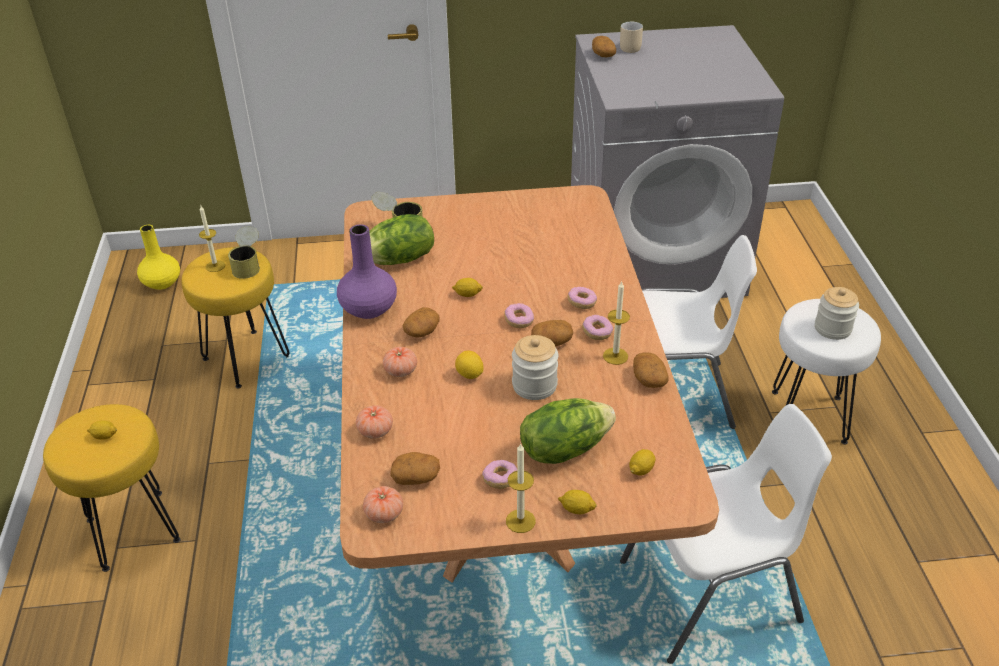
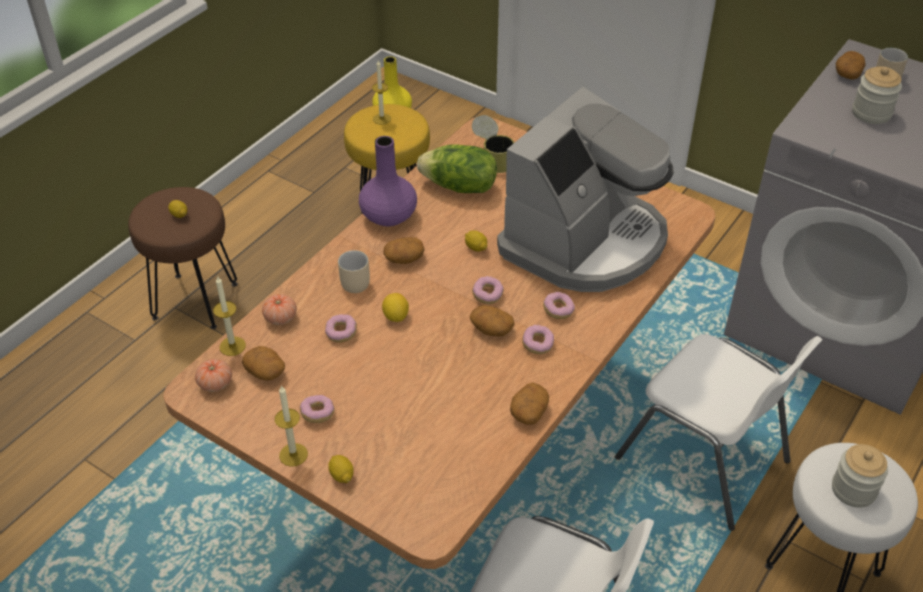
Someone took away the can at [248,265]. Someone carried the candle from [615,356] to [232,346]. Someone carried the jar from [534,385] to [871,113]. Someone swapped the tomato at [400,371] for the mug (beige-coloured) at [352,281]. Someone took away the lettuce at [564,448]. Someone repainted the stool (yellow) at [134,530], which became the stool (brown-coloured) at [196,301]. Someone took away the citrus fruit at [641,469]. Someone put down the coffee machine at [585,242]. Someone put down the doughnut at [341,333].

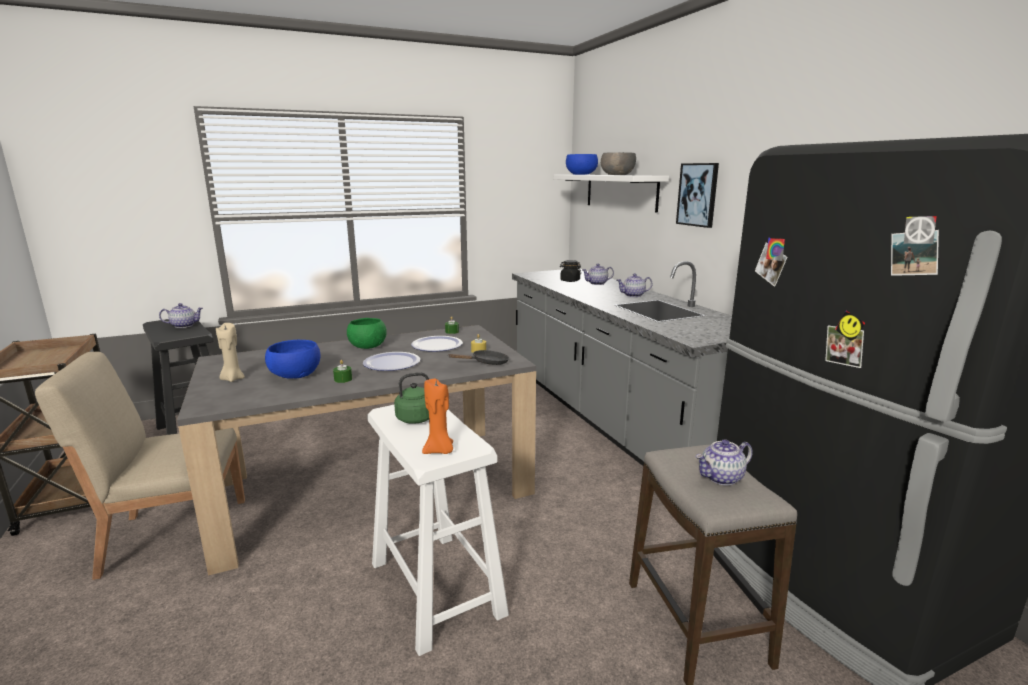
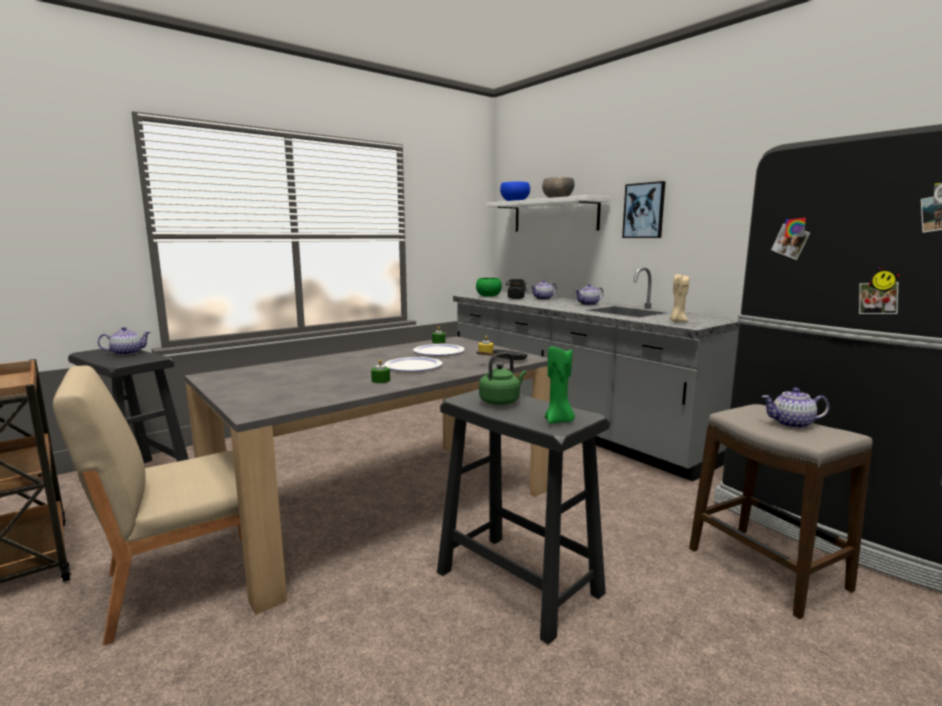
Someone carried the serving bowl (green) from [368,346] to [489,296]. Someone carried the candle (beige-coloured) from [232,379] to [677,321]. Someone took away the serving bowl (blue) at [295,375]. Someone repainted the candle (orange) at [439,451], which became the candle (green) at [558,421]. Someone repainted the stool (white) at [436,589], which became the stool (black-coloured) at [519,583]. Someone rotated the tea pot at [721,478] by 45 degrees clockwise.

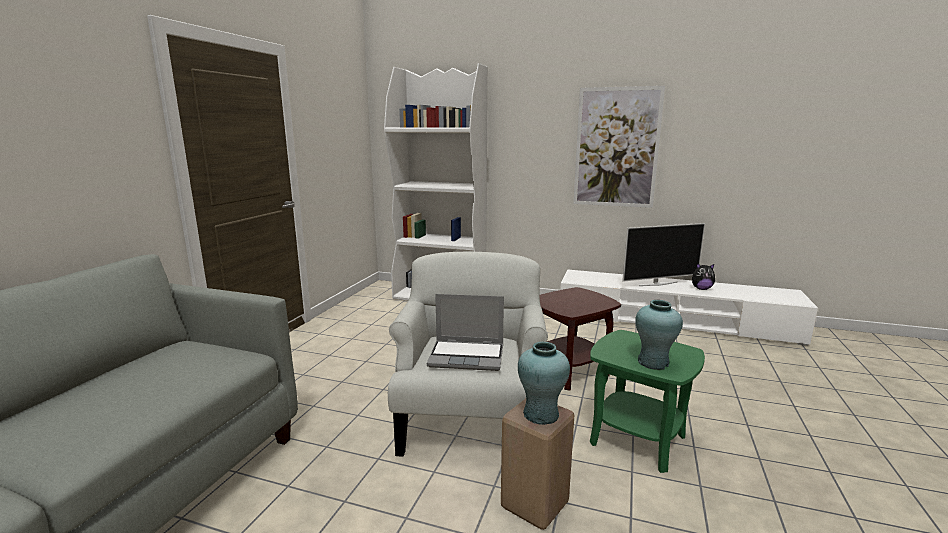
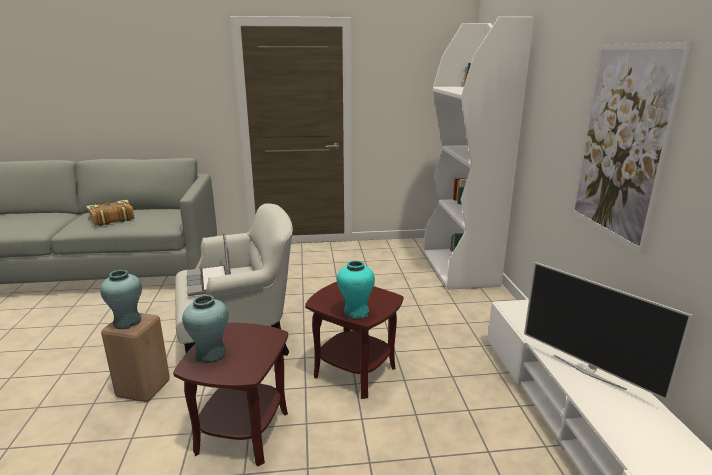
Someone took away the plush toy at [701,289]. Someone repainted the side table (green) at [638,439], which became the side table (brown-coloured) at [243,432]. Someone put down the book at [111,219]. Someone put down the decorative vase (turquoise-coloured) at [356,313].

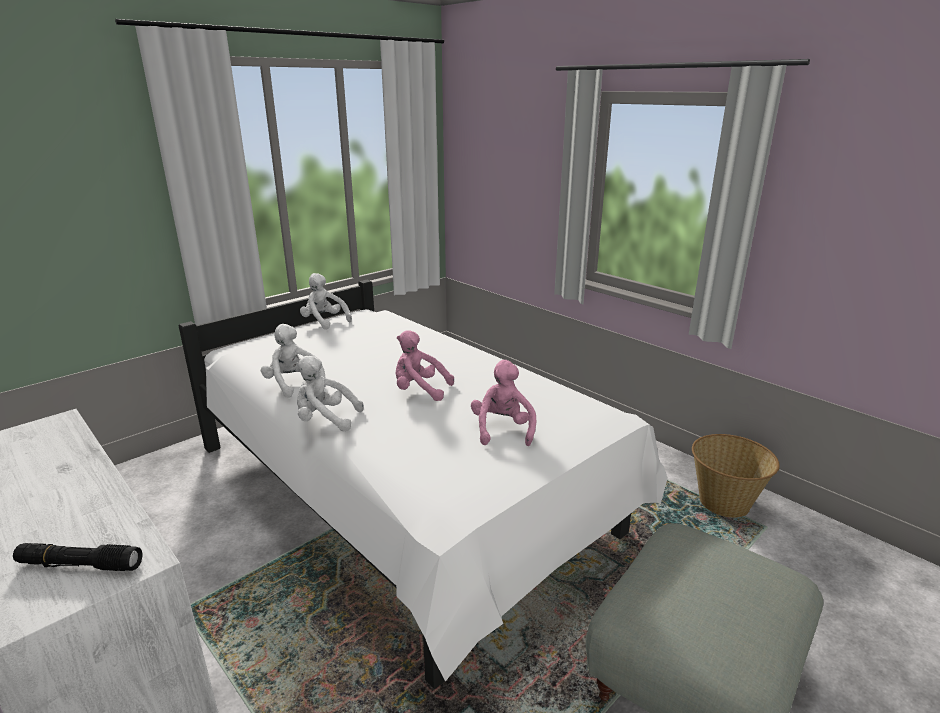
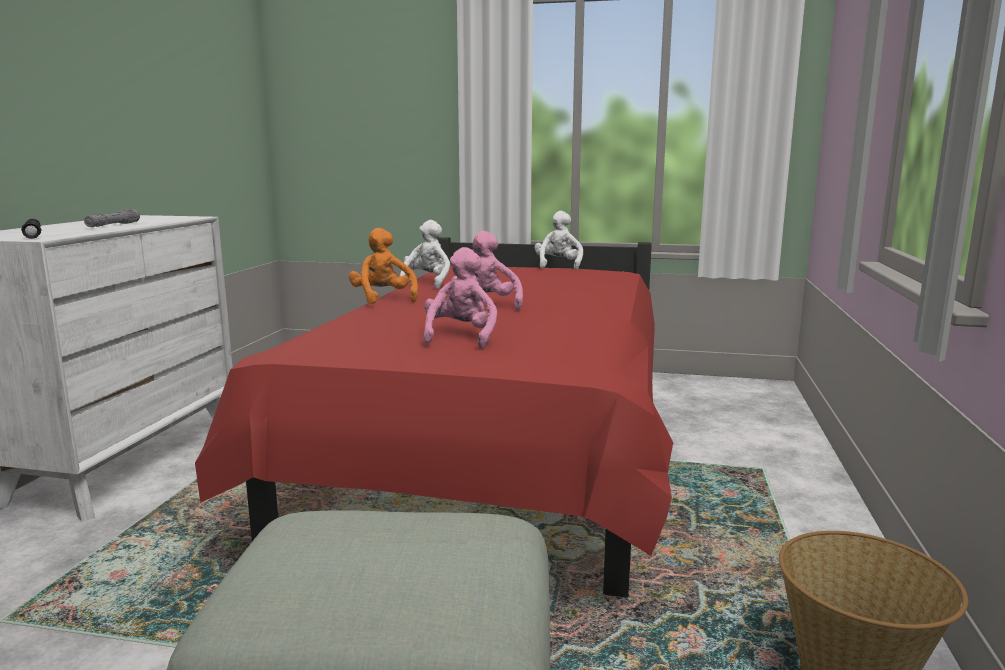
Someone repainted the bedroom bed (white) at [405,494], which became the bedroom bed (red) at [497,450]. Someone repainted the plush toy (white) at [325,420], which became the plush toy (orange) at [383,299]. Someone rotated the plush toy (pink-coloured) at [502,429] by 45 degrees counterclockwise. Someone put down the flashlight (gray) at [113,225].

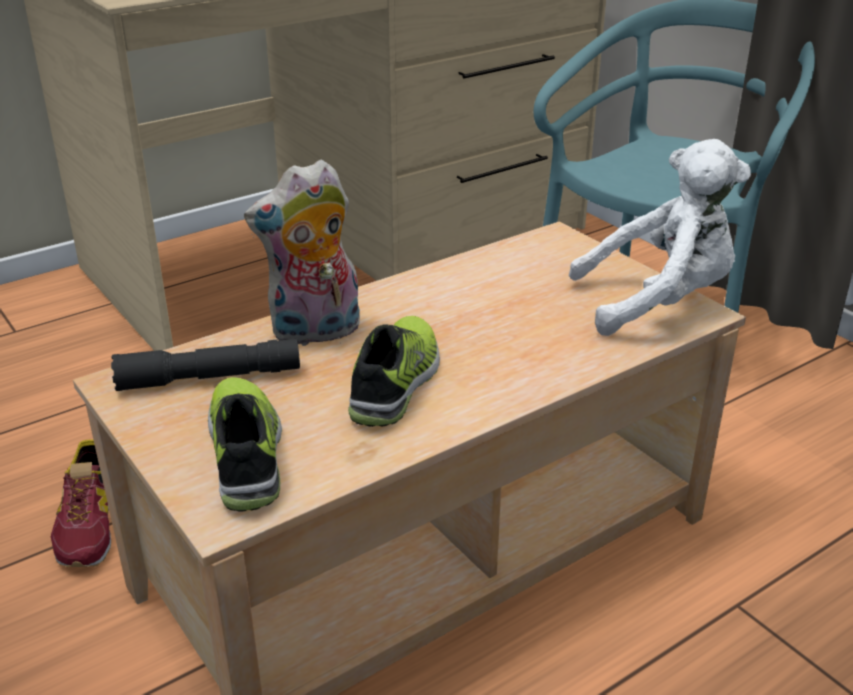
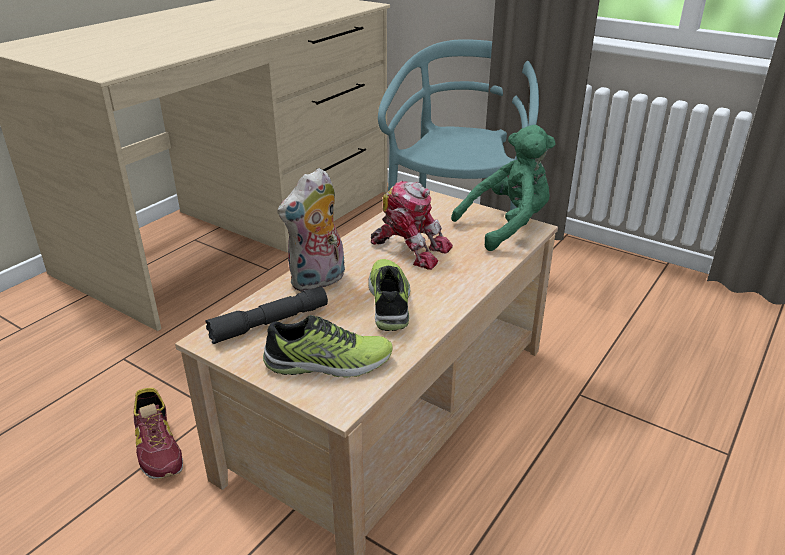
Someone repainted the plush toy (white) at [658,302], which became the plush toy (green) at [507,226]. Someone rotated the item of footwear at [247,453] by 120 degrees clockwise. Someone put down the toy robot at [410,249].

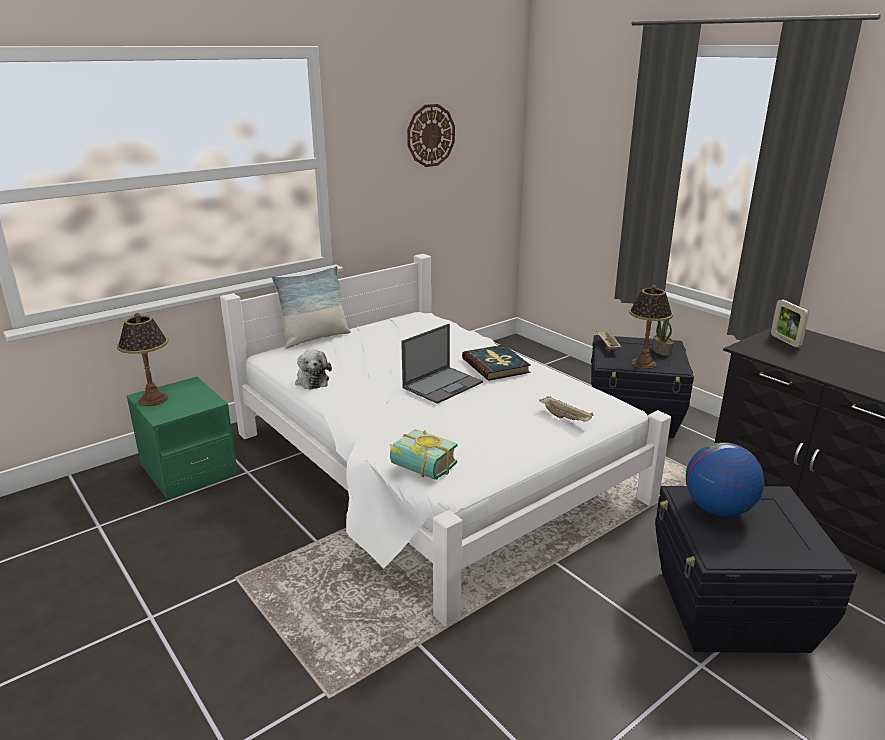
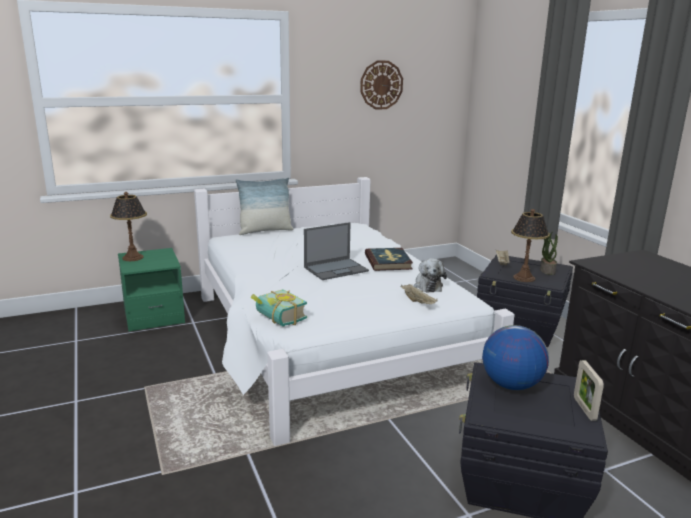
Someone carried the standing frame from [785,341] to [584,409]. Someone carried the plush toy from [312,380] to [427,285].

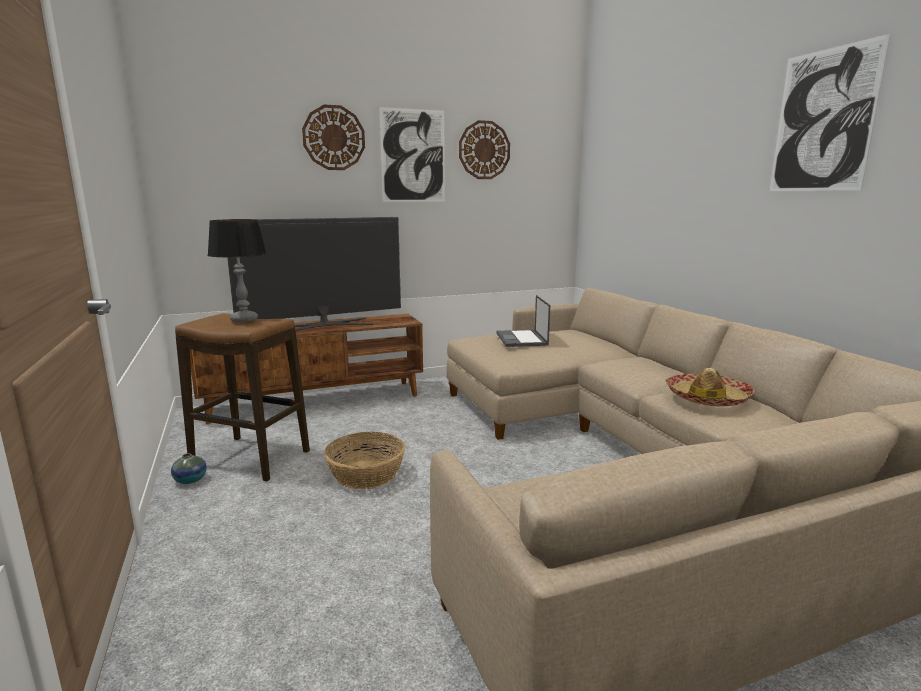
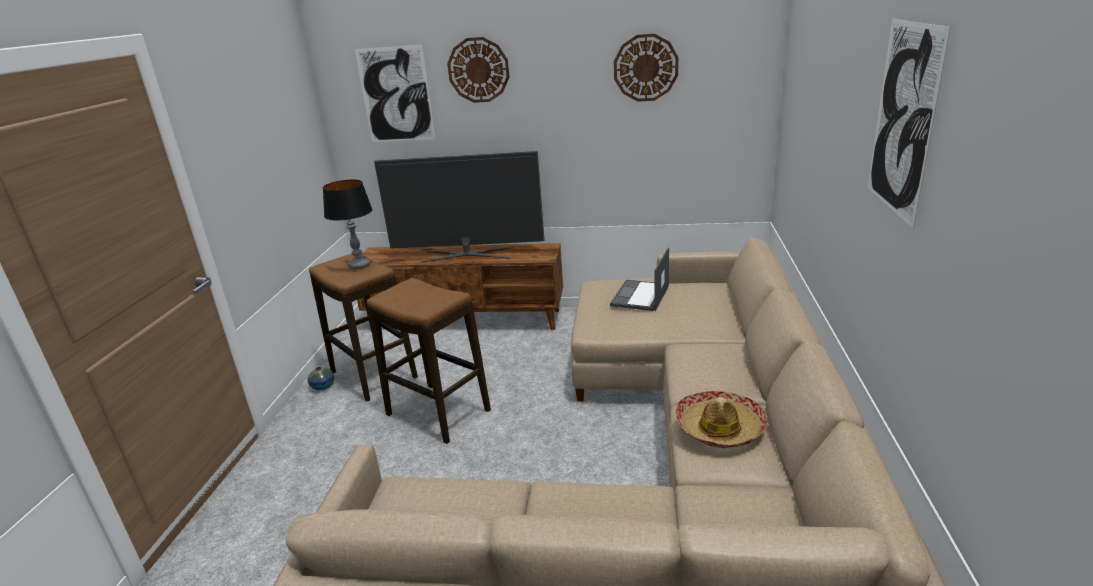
Someone carried the wall picture from [413,156] to [396,95]. Someone swapped the household basket at [365,474] for the stool at [438,413].

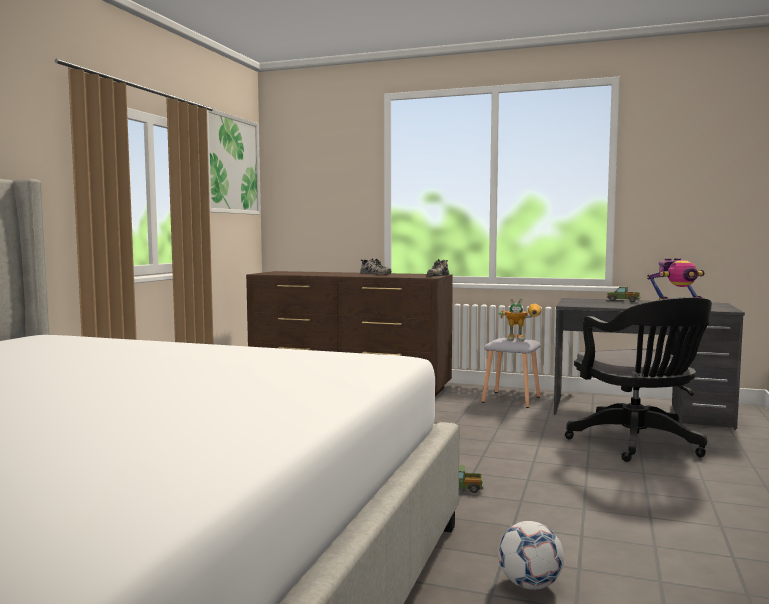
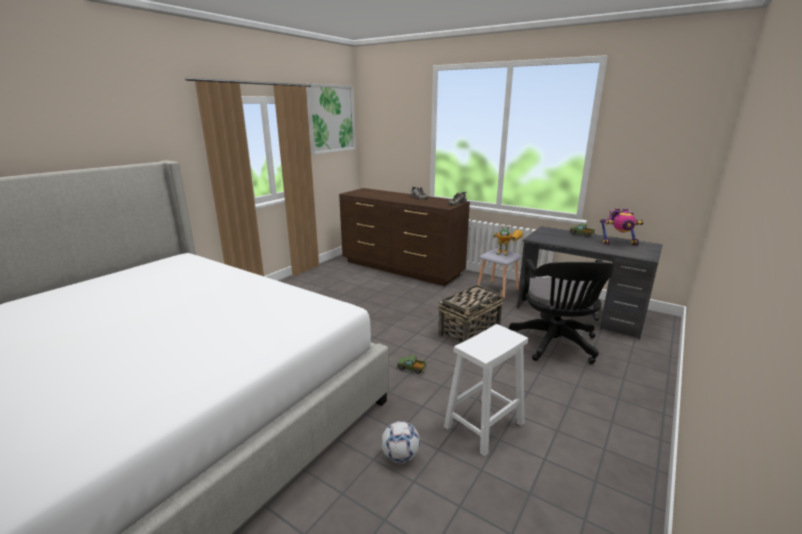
Someone put down the household basket at [470,331]. Someone put down the stool (white) at [483,426].

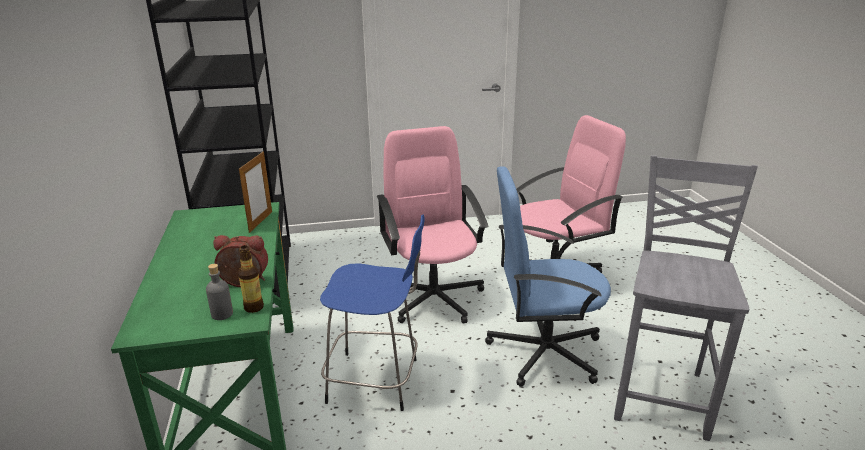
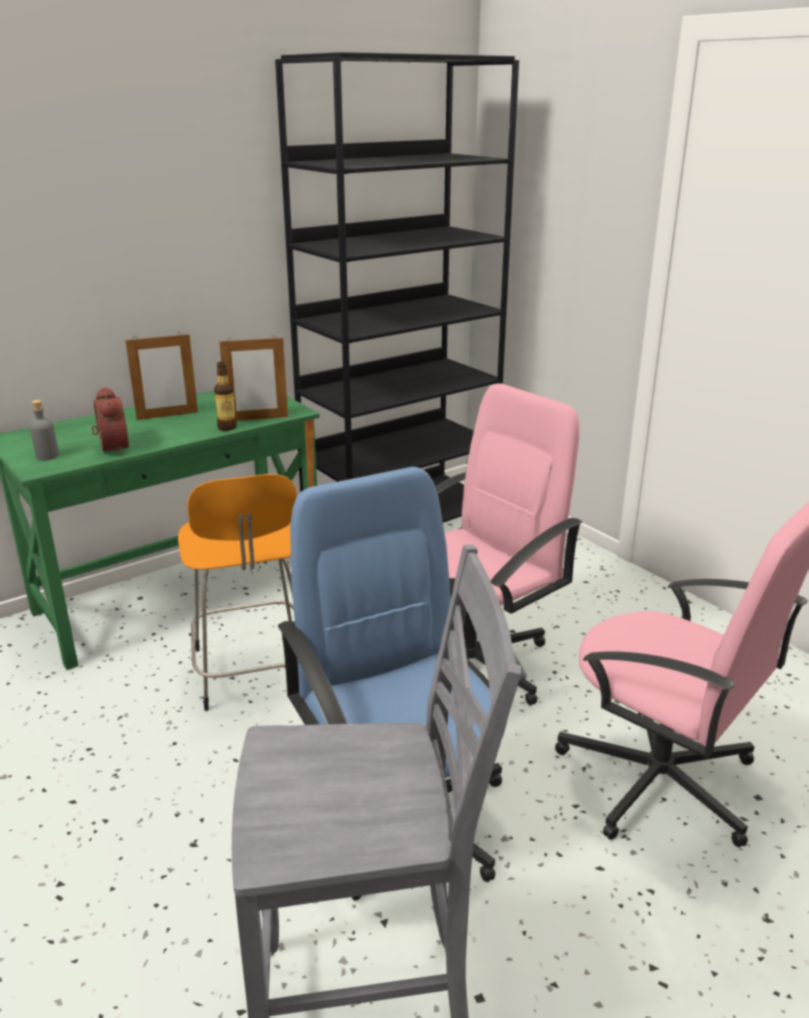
Someone repainted the stool (blue) at [376,381], which became the stool (orange) at [252,673]. Someone carried the bottle from [254,307] to [227,427]. Someone put down the standing frame at [167,416].

